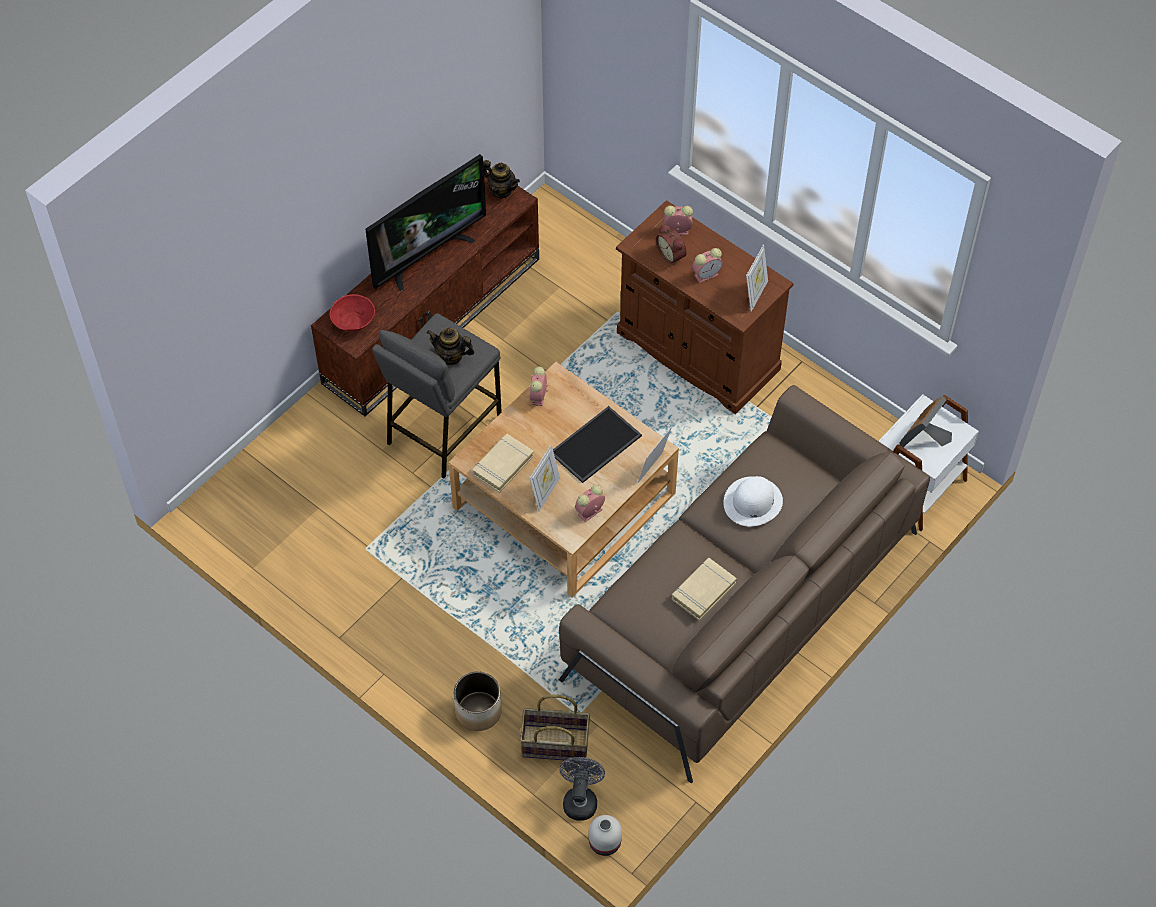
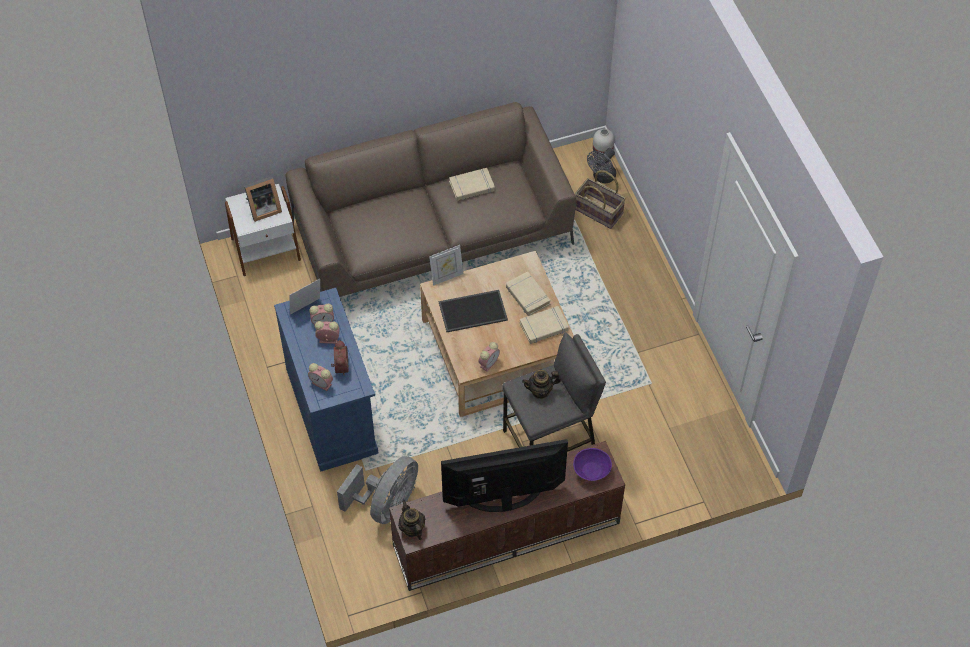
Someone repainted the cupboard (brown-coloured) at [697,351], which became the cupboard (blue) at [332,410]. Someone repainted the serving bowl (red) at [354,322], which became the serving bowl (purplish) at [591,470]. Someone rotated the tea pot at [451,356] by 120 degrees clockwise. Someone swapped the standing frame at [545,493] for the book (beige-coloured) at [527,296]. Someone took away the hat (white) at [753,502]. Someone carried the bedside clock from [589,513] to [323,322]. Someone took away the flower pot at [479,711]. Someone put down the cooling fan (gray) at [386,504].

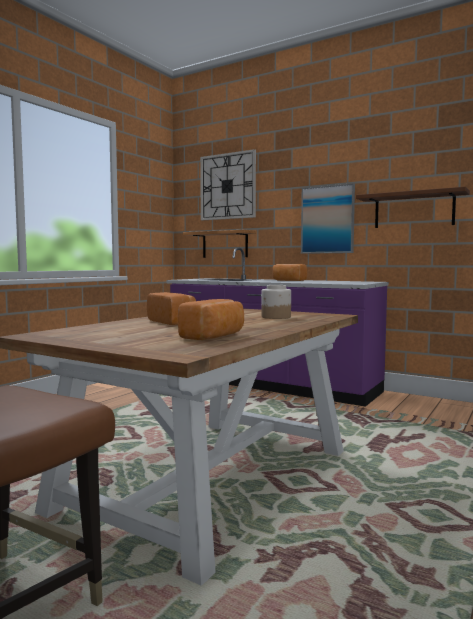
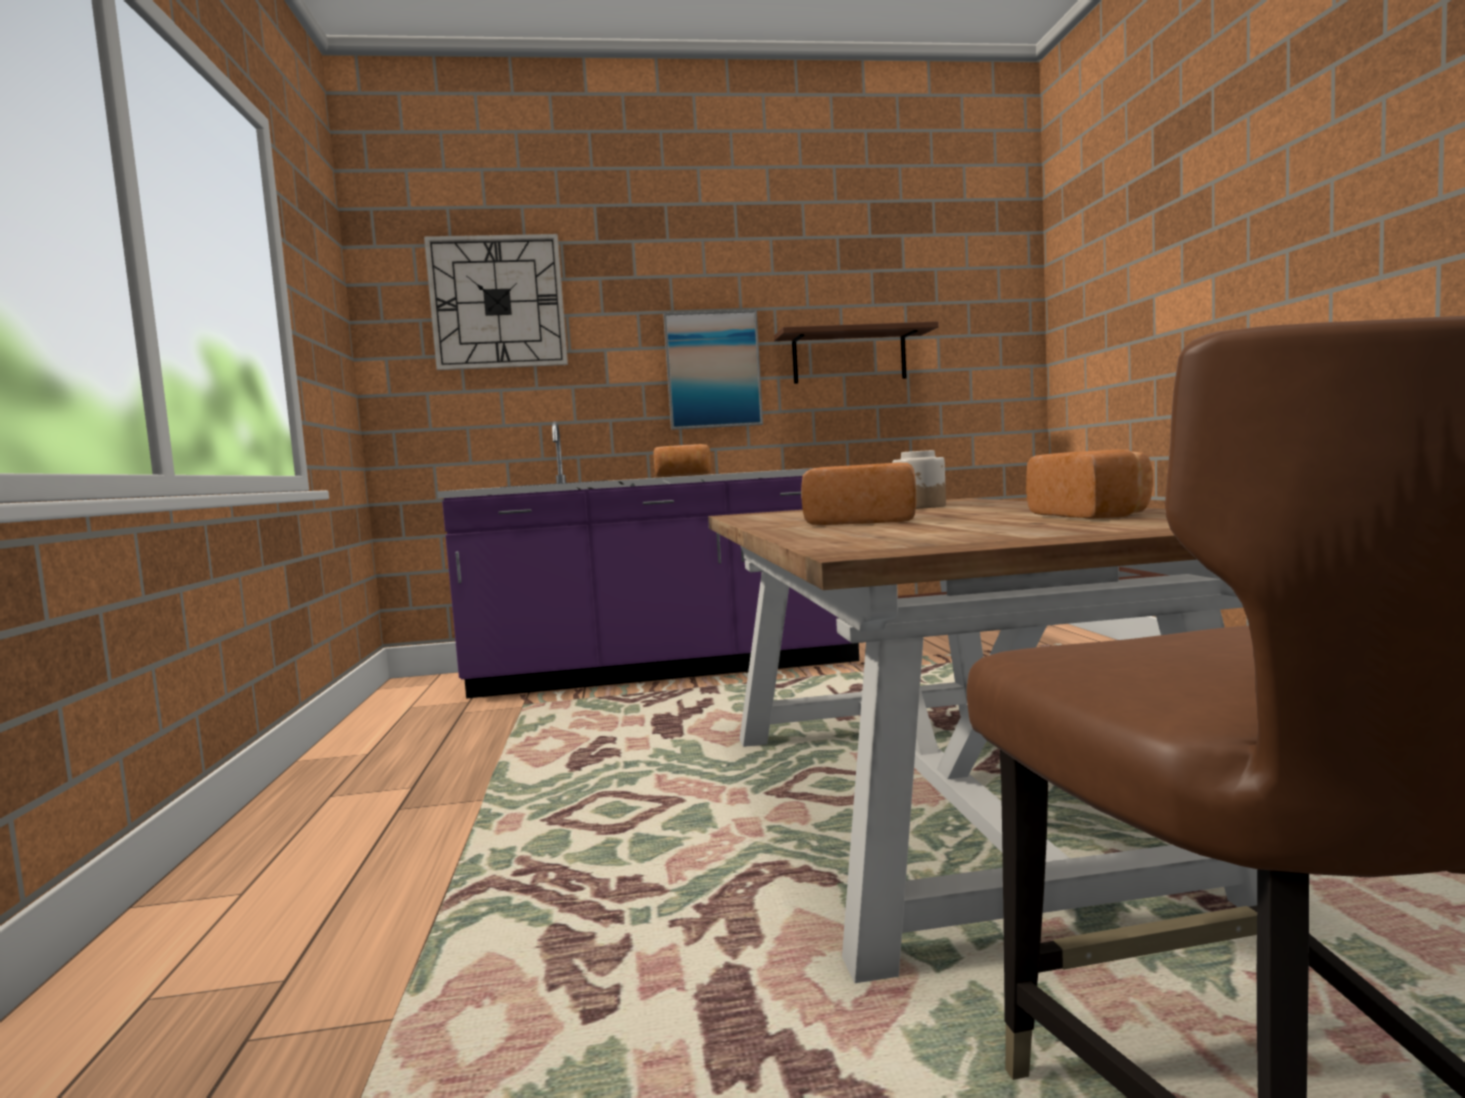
Someone took away the wall shelf at [225,244].

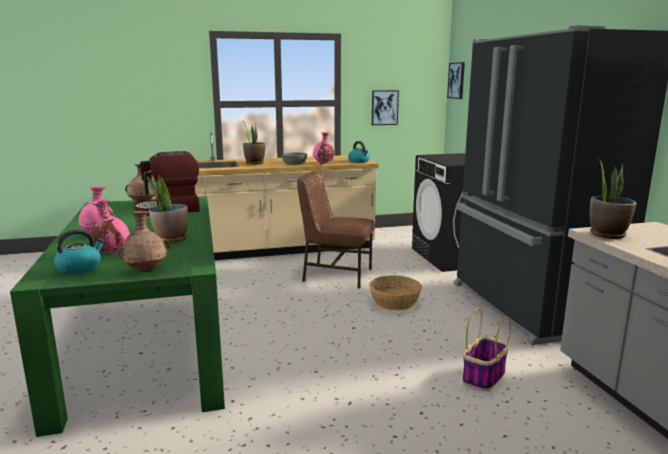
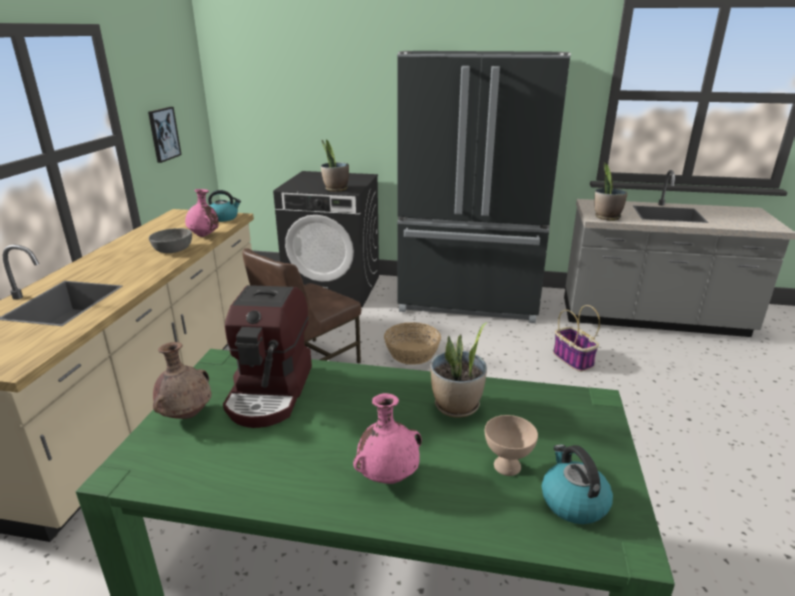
Someone took away the wall picture at [456,80]. Someone carried the houseplant from [254,163] to [336,189]. Someone swapped the decorative vase (pink-coloured) at [111,253] for the serving bowl (beige-coloured) at [507,467]. Someone took away the decorative vase (brown-coloured) at [147,270].

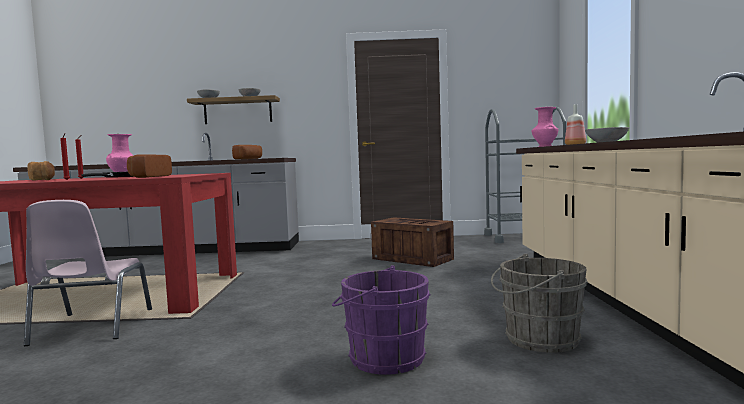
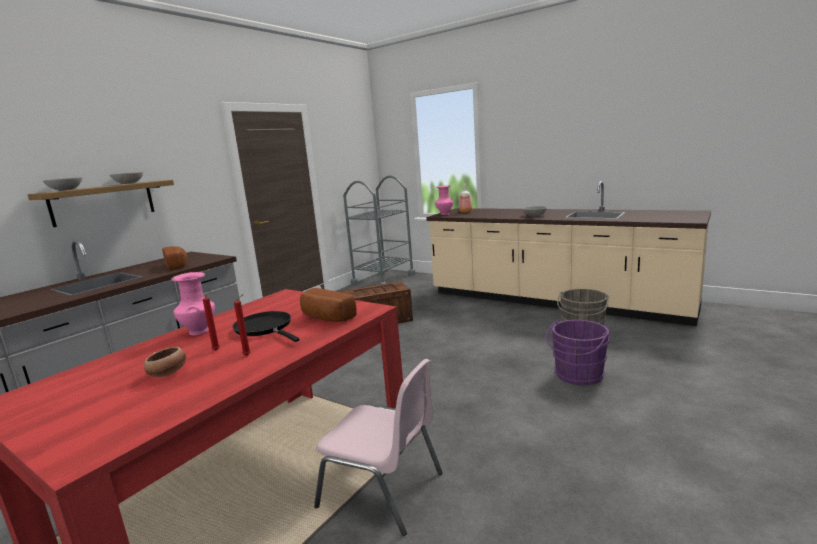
Someone swapped the bread at [42,180] for the serving bowl at [168,373].

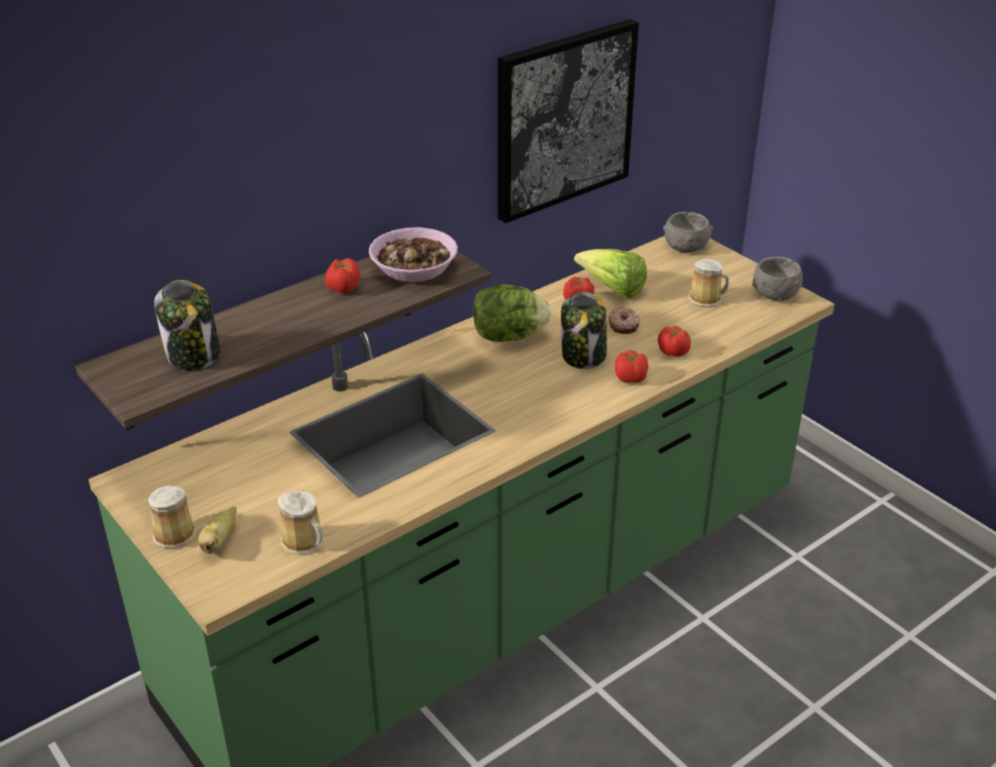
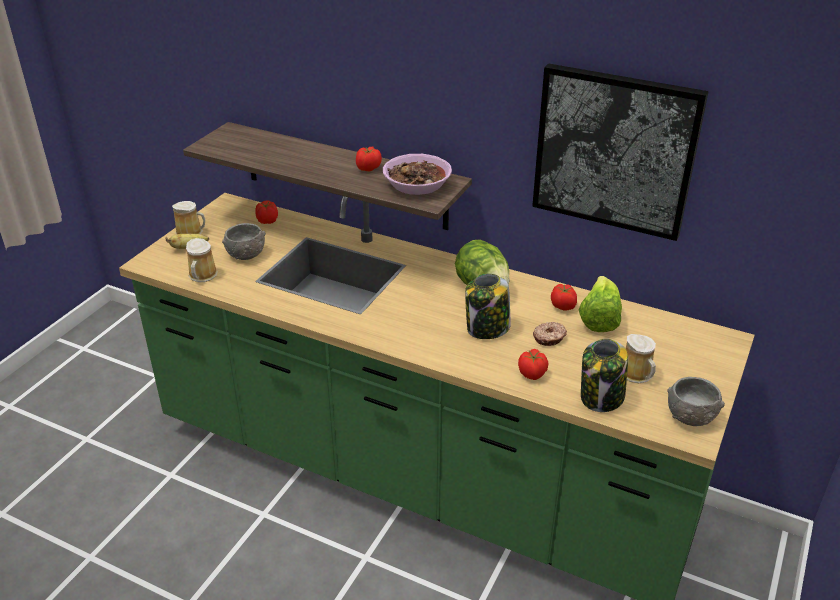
Someone carried the serving bowl (gray) from [685,246] to [246,254]. Someone carried the jar from [194,355] to [601,397]. Someone carried the tomato from [631,378] to [267,221].

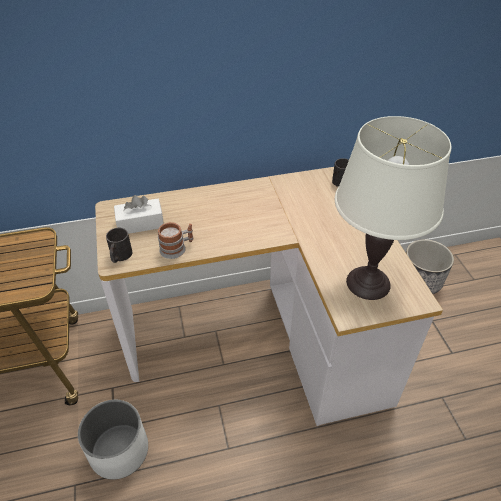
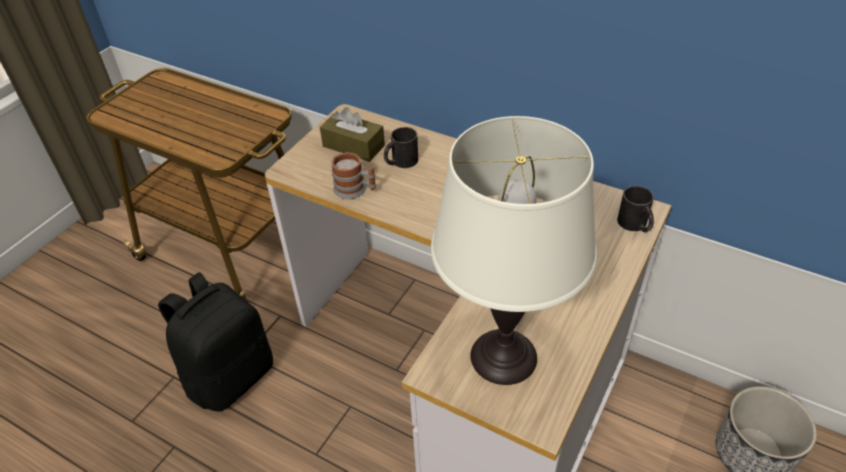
Someone repainted the box of tissues (white) at [140,224], which became the box of tissues (brown-coloured) at [353,146]. Someone carried the mug (black-coloured) from [120,256] to [400,162]. Someone swapped the flower pot (white) at [119,450] for the backpack (black-coloured) at [230,376].

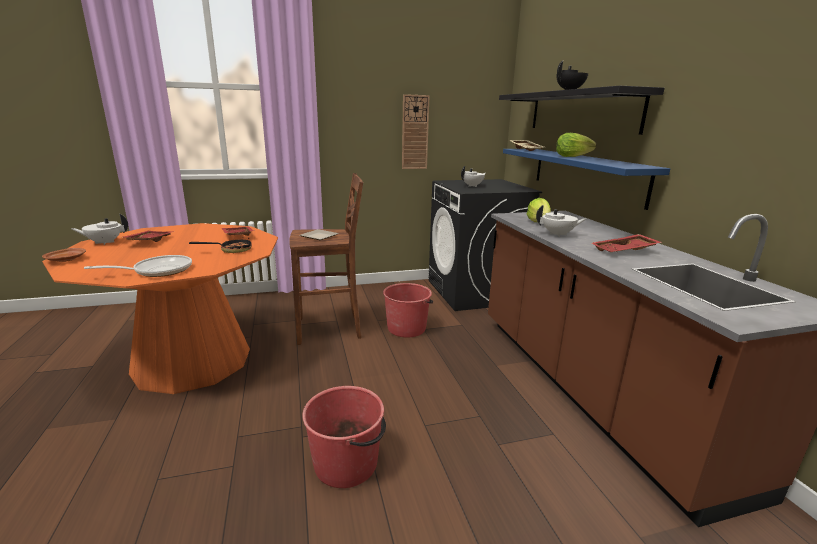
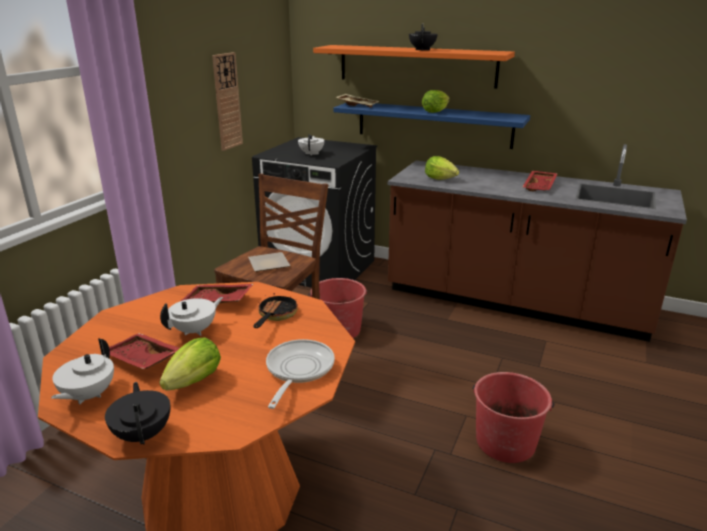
Someone repainted the wall shelf (black-coloured) at [581,112], which became the wall shelf (orange) at [416,66]. Someone carried the tea pot (white) from [558,234] to [195,330]. Someone swapped the plate (brown-coloured) at [67,260] for the tea pot (black-coloured) at [143,434]. Someone put down the lettuce at [194,381].

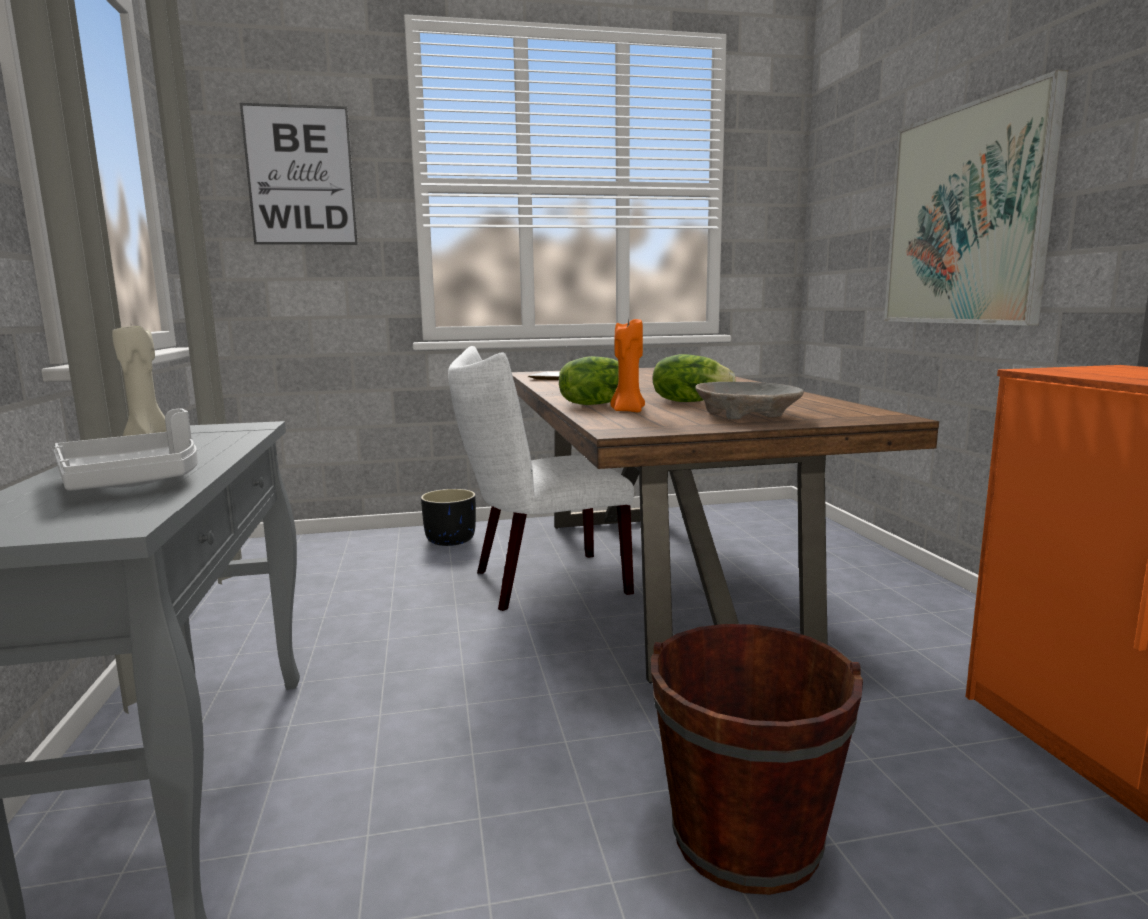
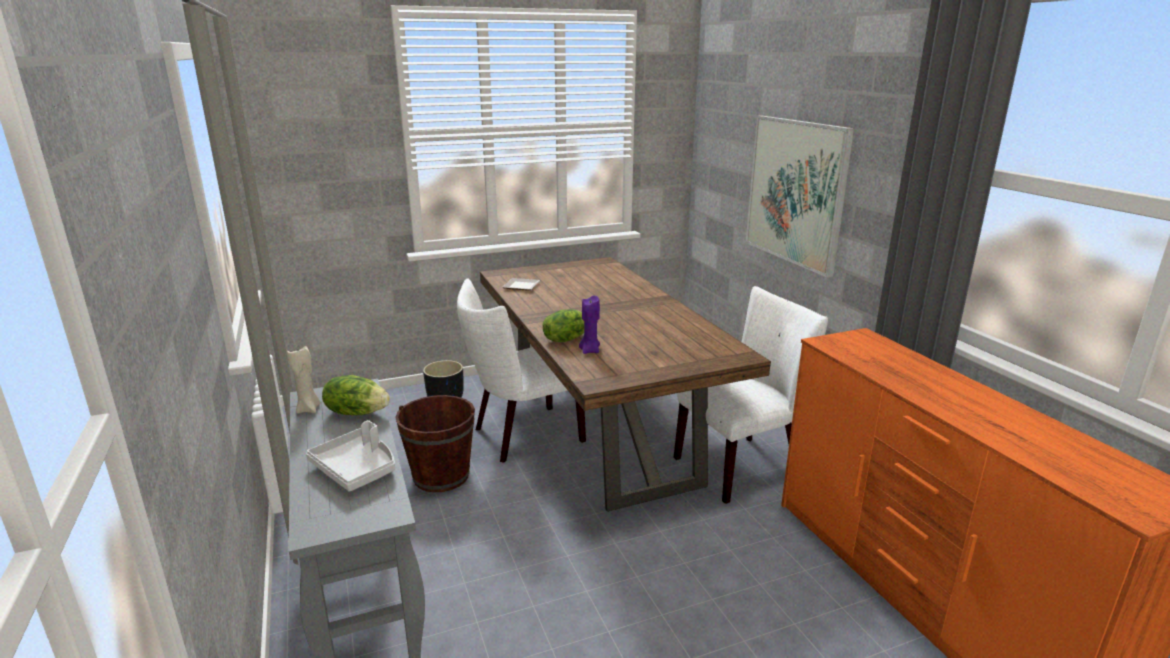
Someone took away the wall picture at [301,176]. Someone repainted the candle (orange) at [627,411], which became the candle (purplish) at [589,350]. Someone carried the lettuce from [690,402] to [357,412]. Someone took away the serving bowl (beige-coloured) at [747,415]. Someone carried the bucket (brown-coloured) from [746,839] to [441,476]. Someone put down the chair (white) at [743,465].

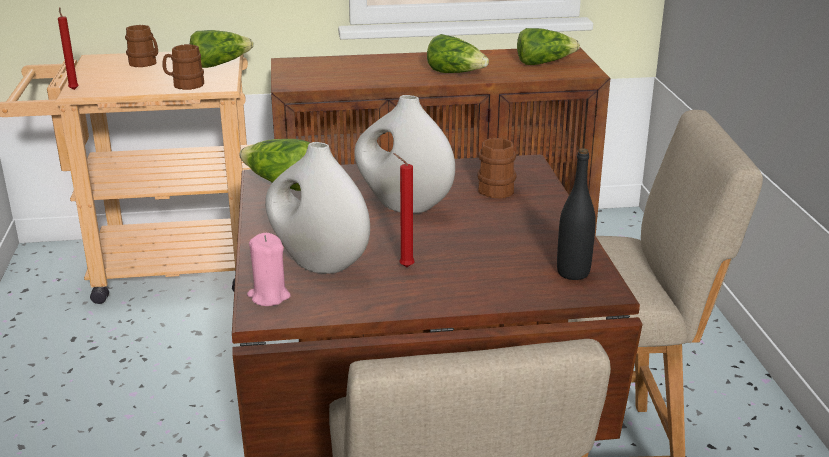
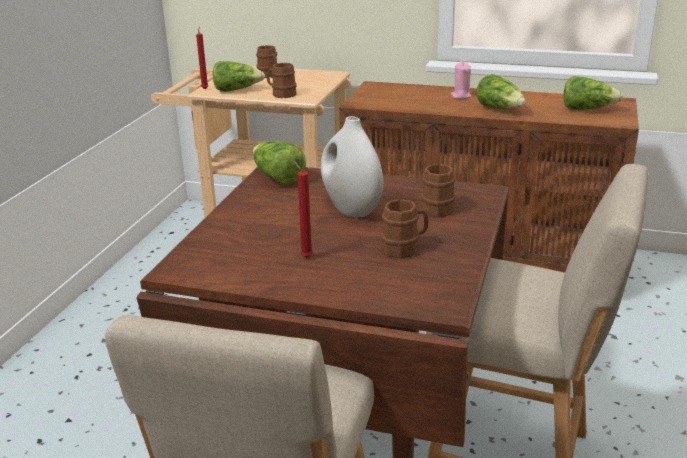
Someone carried the lettuce from [220,64] to [237,90]. Someone took away the decorative vase (white) at [318,263]. Someone took away the bottle (black-coloured) at [573,272]. Someone carried the candle (pink-coloured) from [269,296] to [461,96]. Someone put down the mug (brown-coloured) at [405,248].

